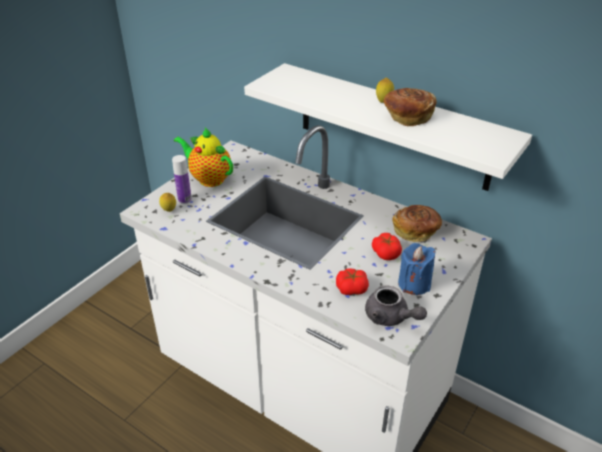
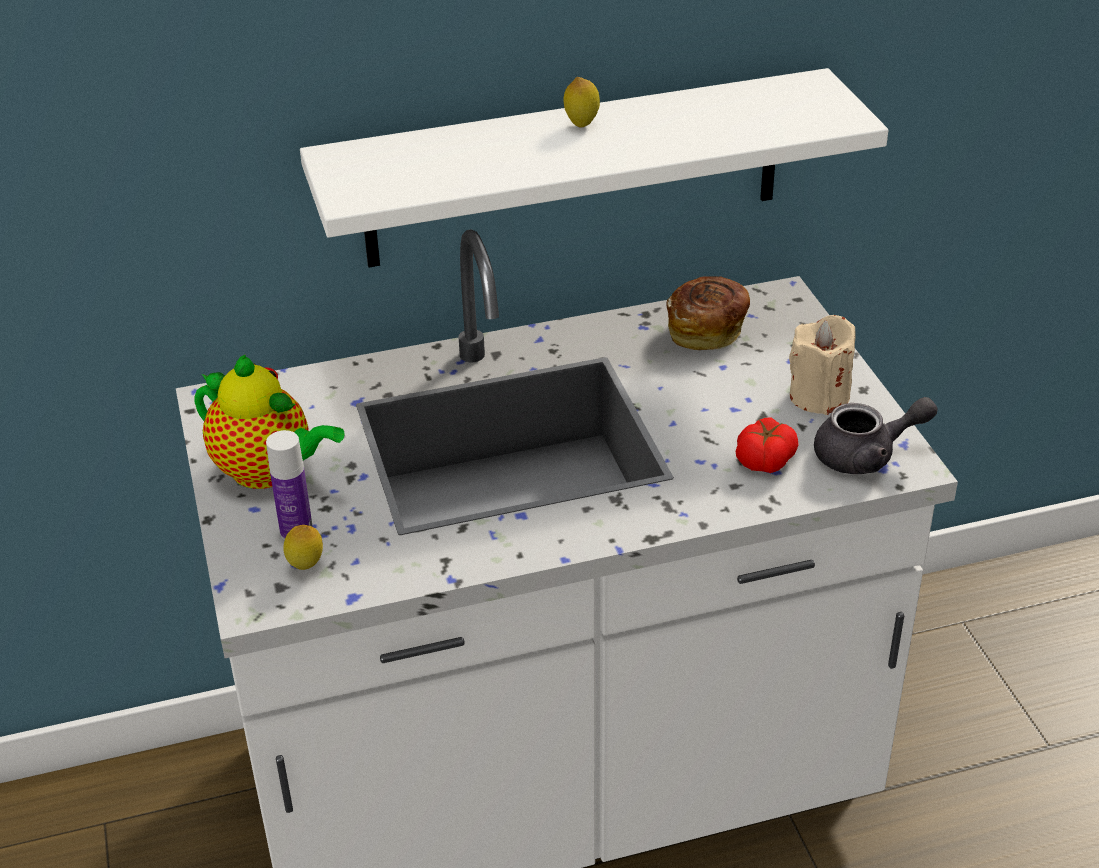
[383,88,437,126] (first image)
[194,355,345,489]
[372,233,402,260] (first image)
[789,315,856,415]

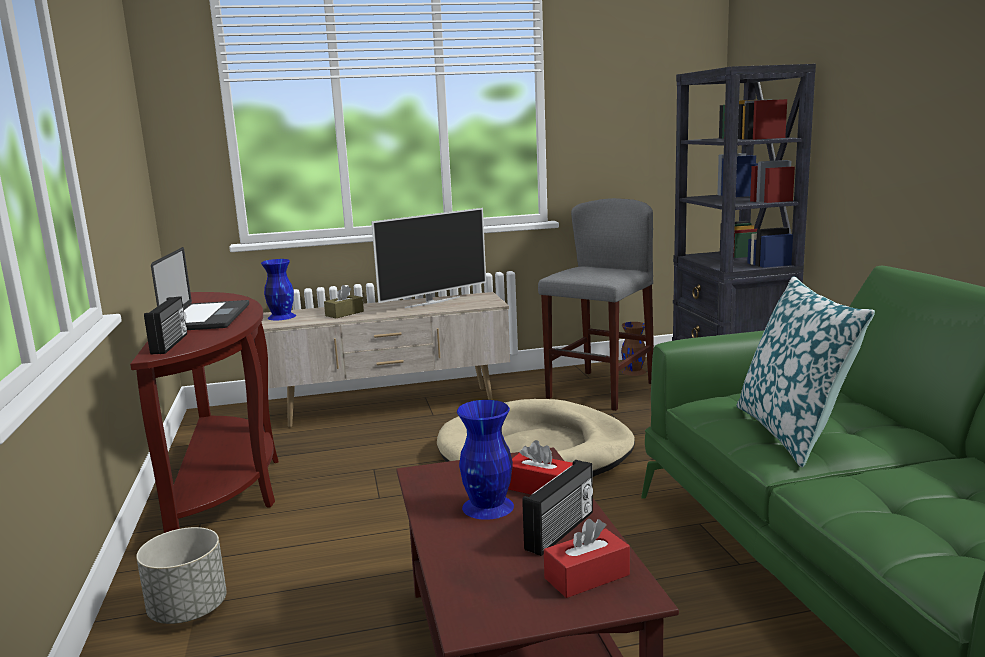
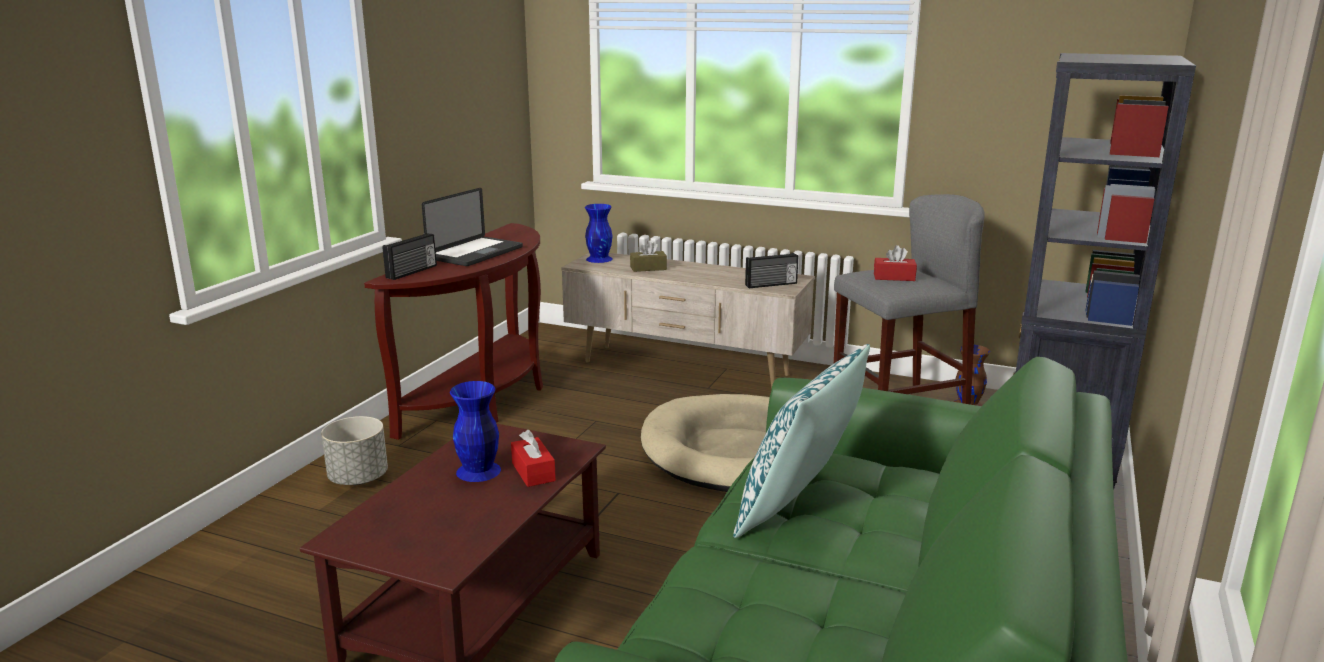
[371,208,486,308] (first image)
[745,253,798,288]
[874,245,917,281]

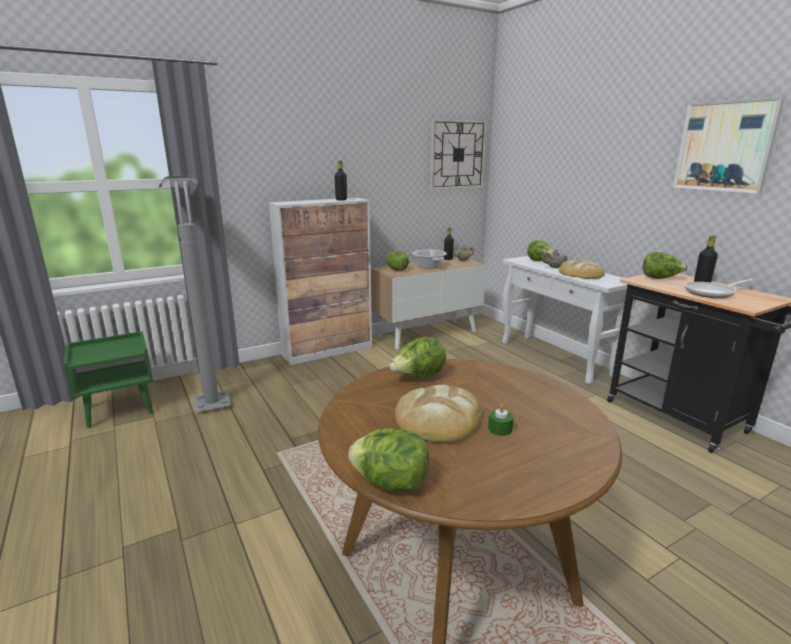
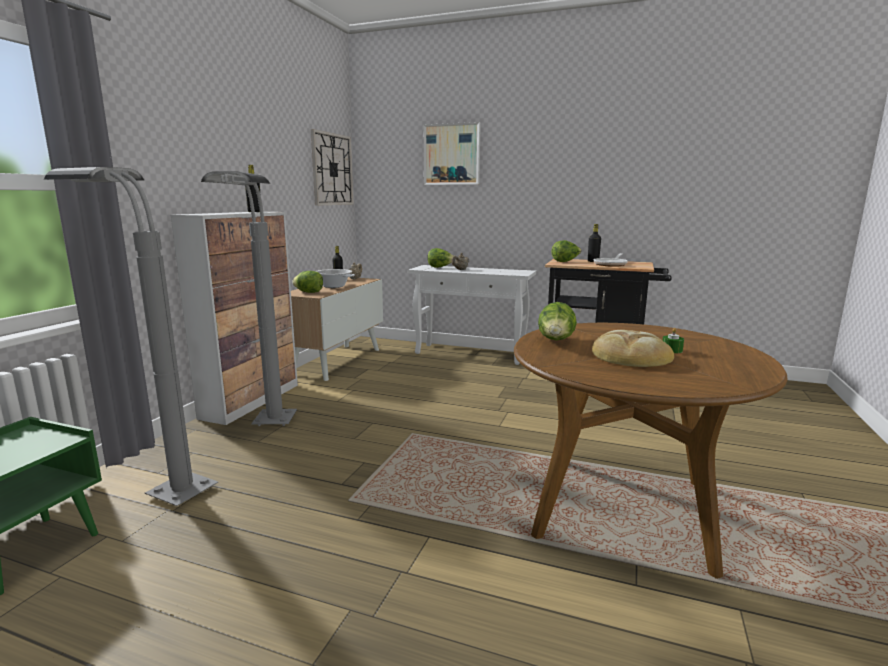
[424,122,481,185]
[559,260,605,279] (first image)
[348,428,429,491] (first image)
[201,171,297,426]

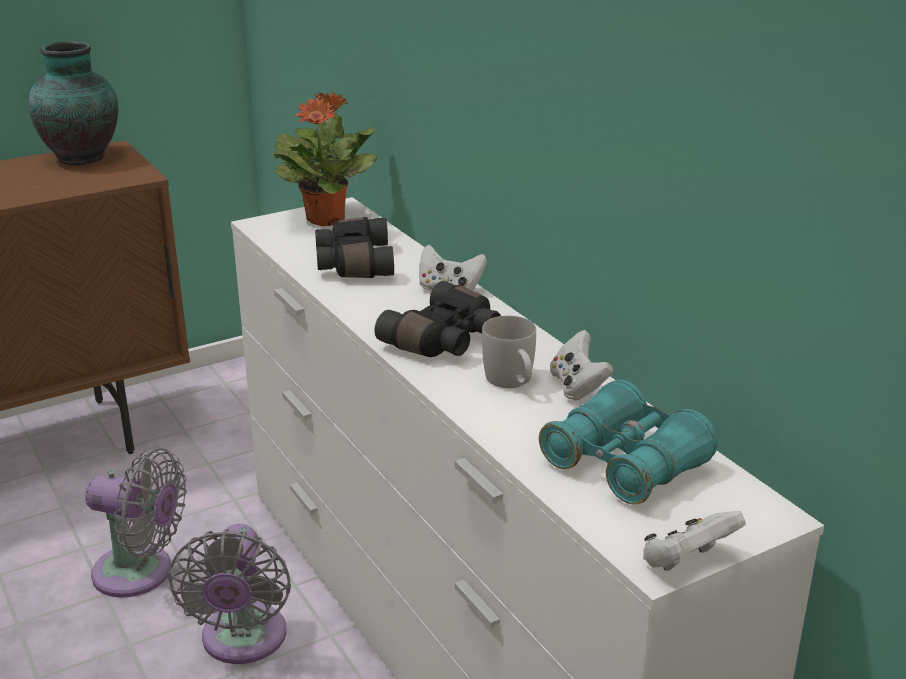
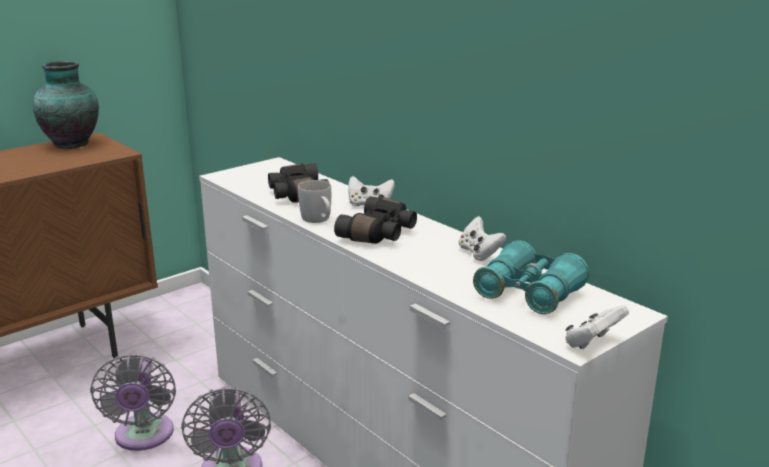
[271,92,377,226] (first image)
[298,180,331,223]
[90,353,176,451]

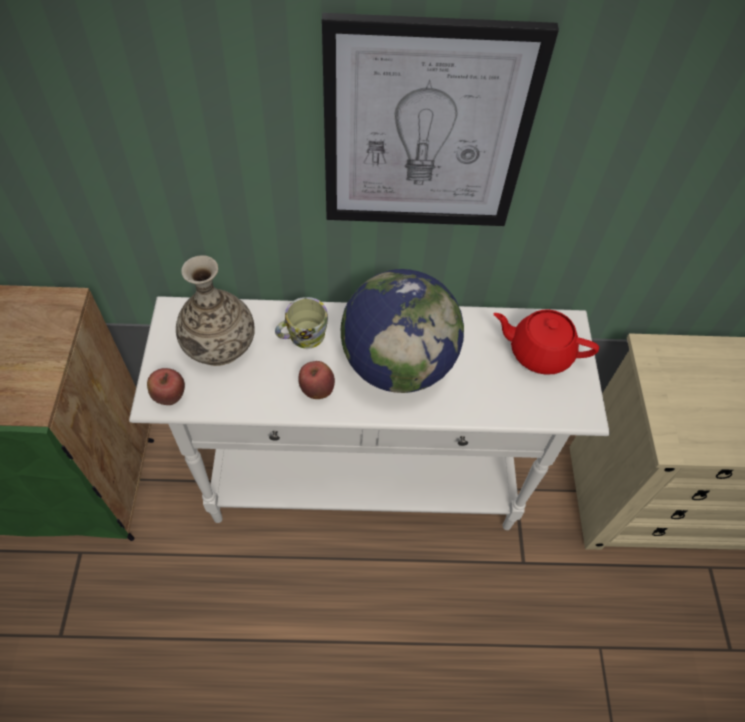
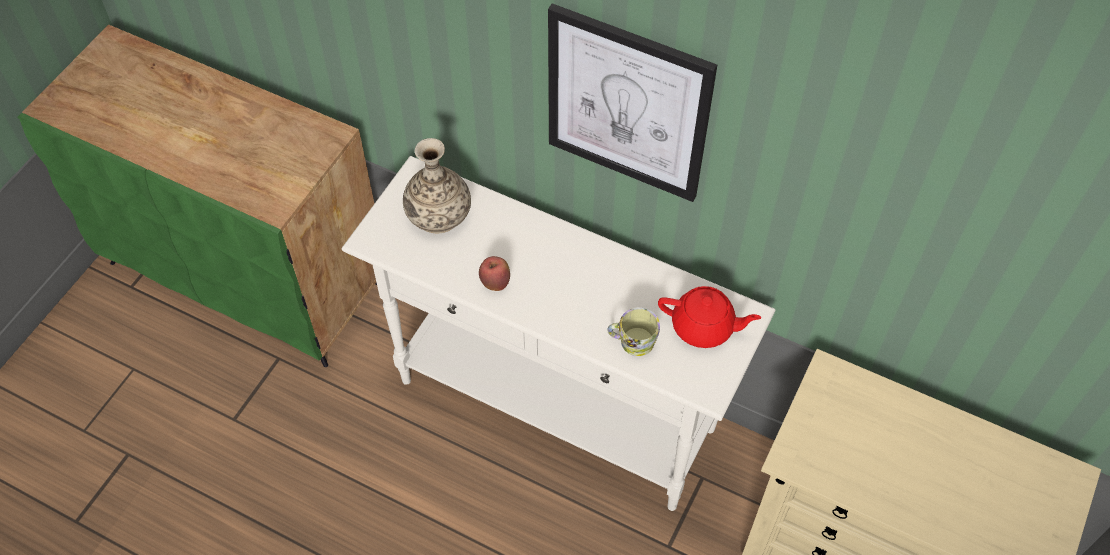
[341,269,464,393] (first image)
[607,307,660,356]
[658,286,761,348]
[147,368,185,405] (first image)

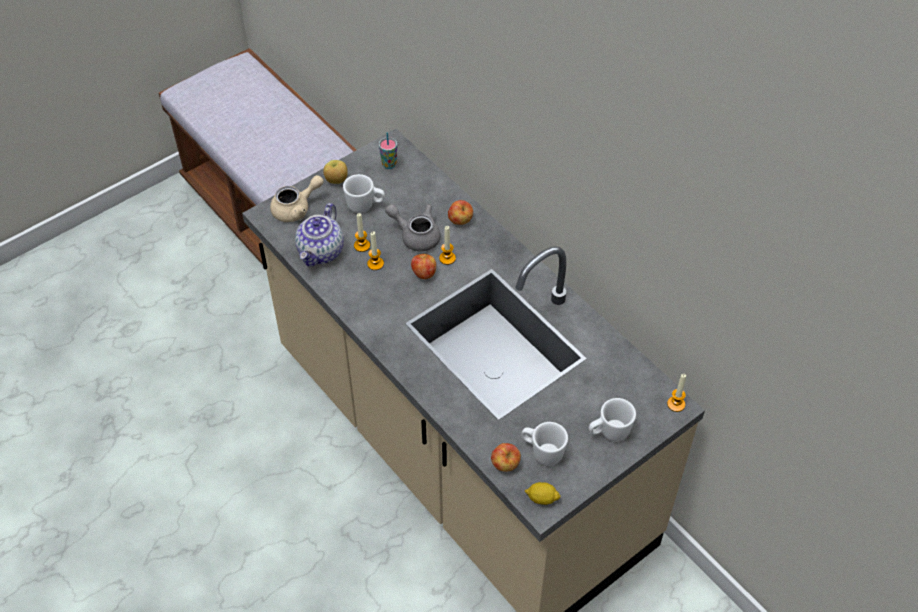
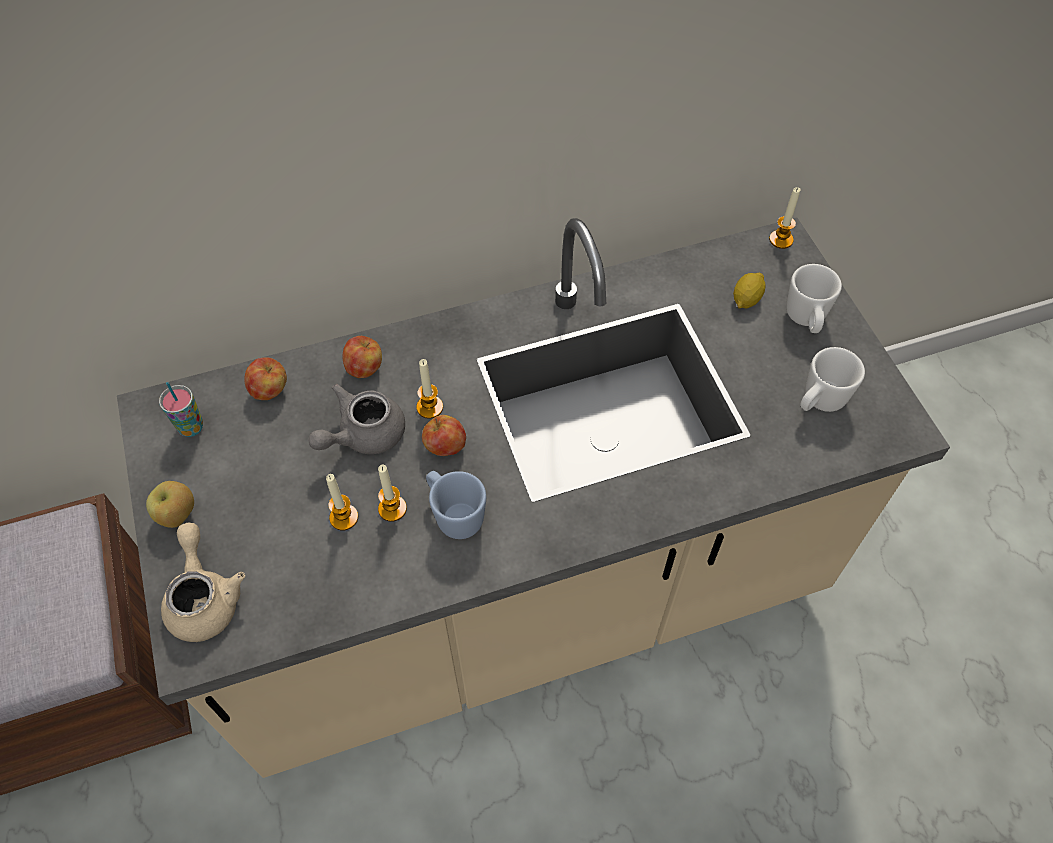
[343,174,385,213] (first image)
[295,203,344,266] (first image)
[244,357,287,400]
[733,273,766,308]
[426,471,486,539]

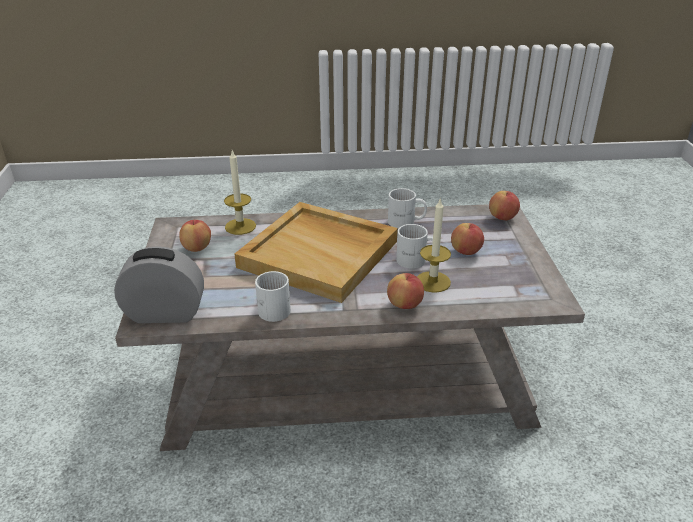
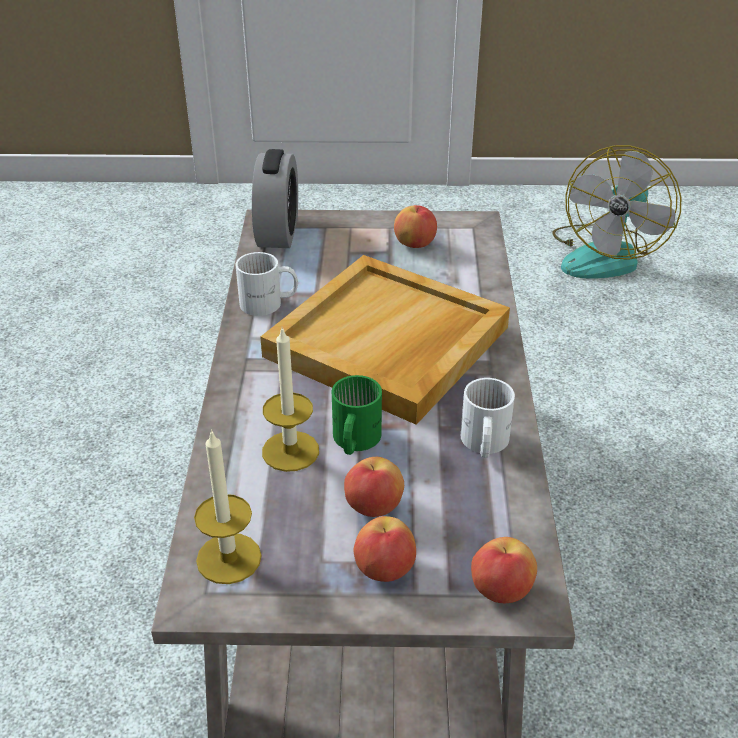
[194,429,262,584]
[332,375,382,455]
[354,516,416,582]
[552,145,681,279]

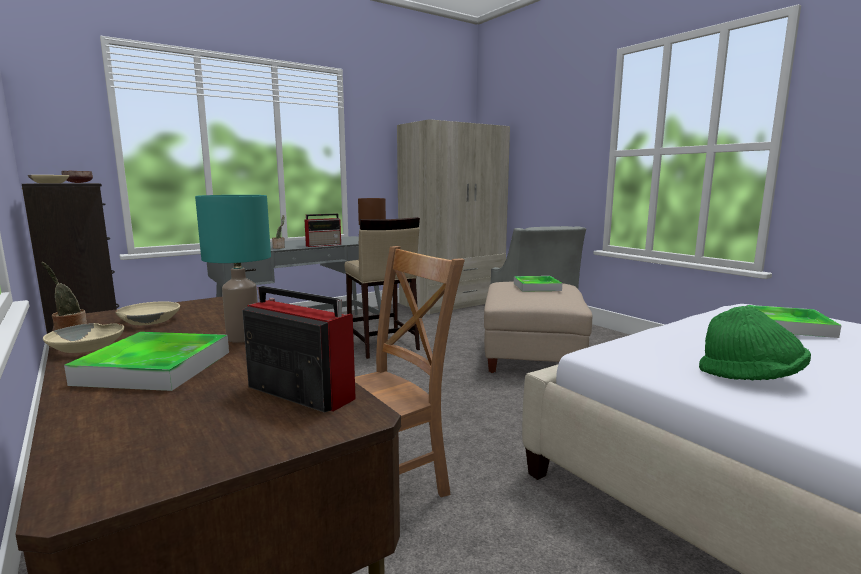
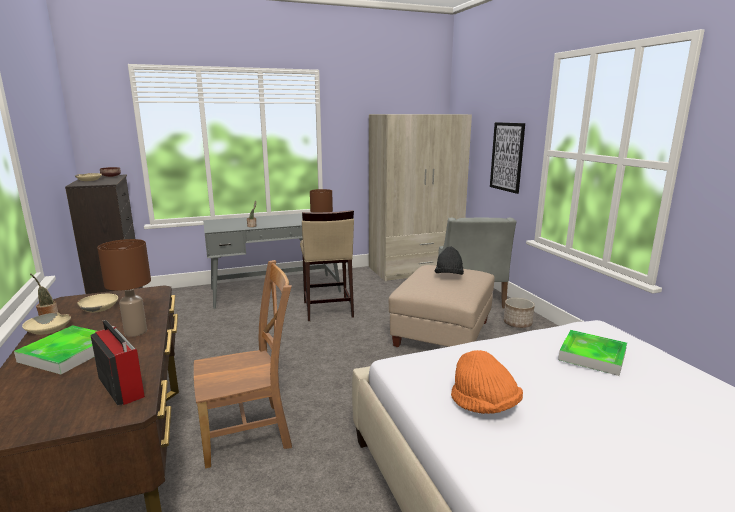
[97,239,151,337]
[304,213,341,247] (first image)
[435,246,464,275]
[451,350,523,414]
[490,122,525,194]
[504,298,535,328]

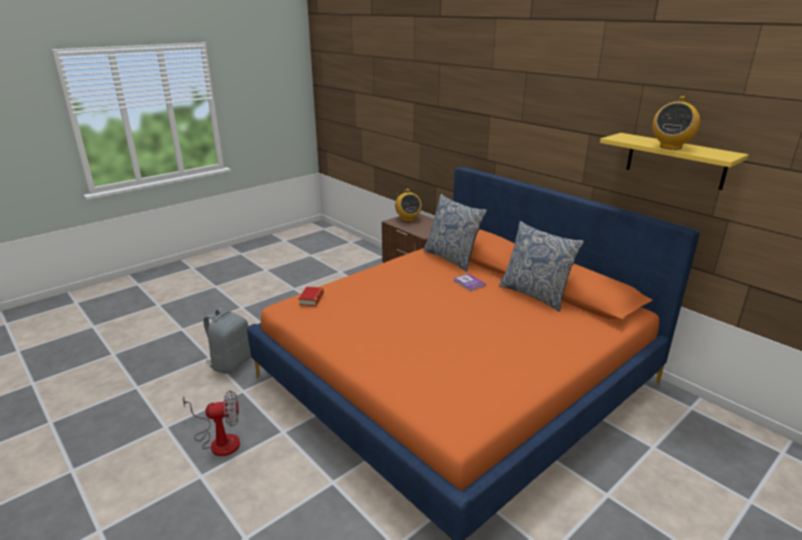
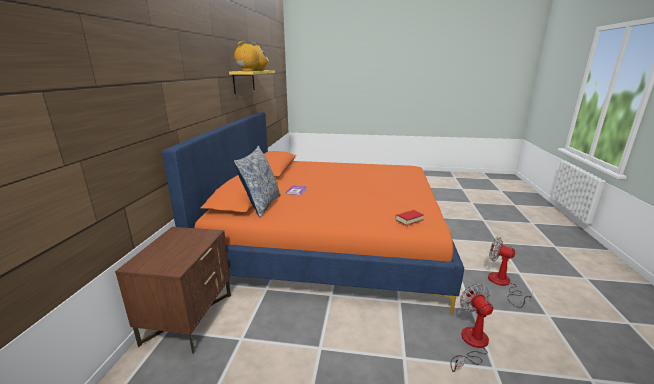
[234,41,259,71]
[499,221,584,312] (first image)
[450,284,493,372]

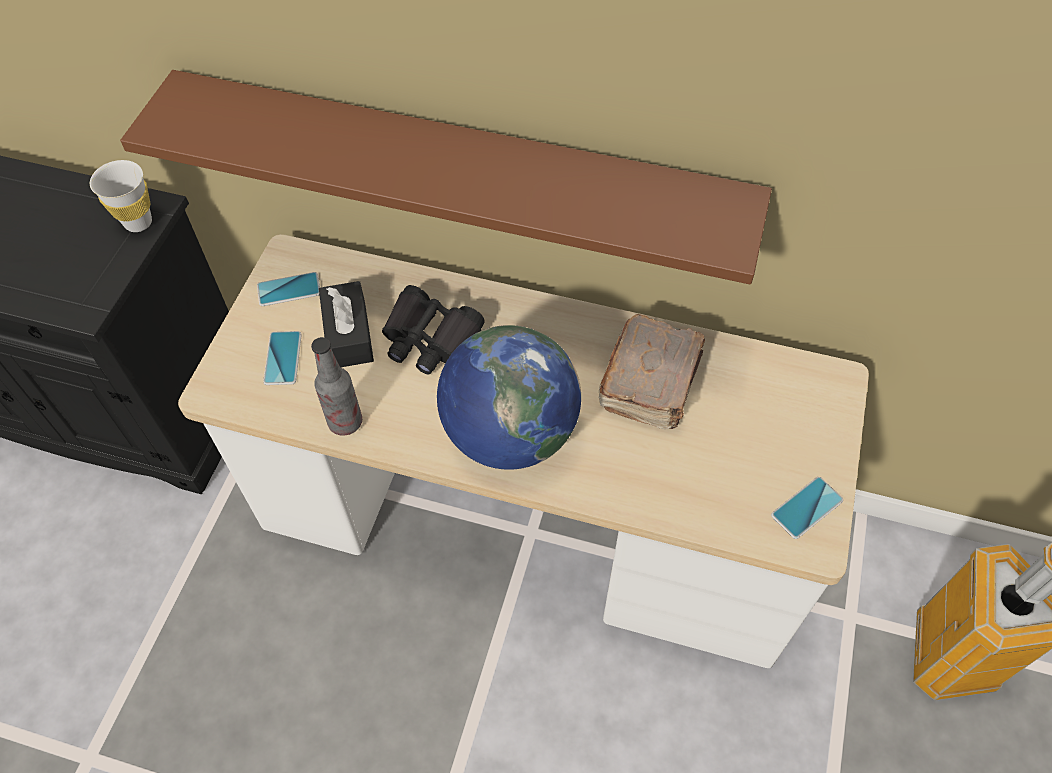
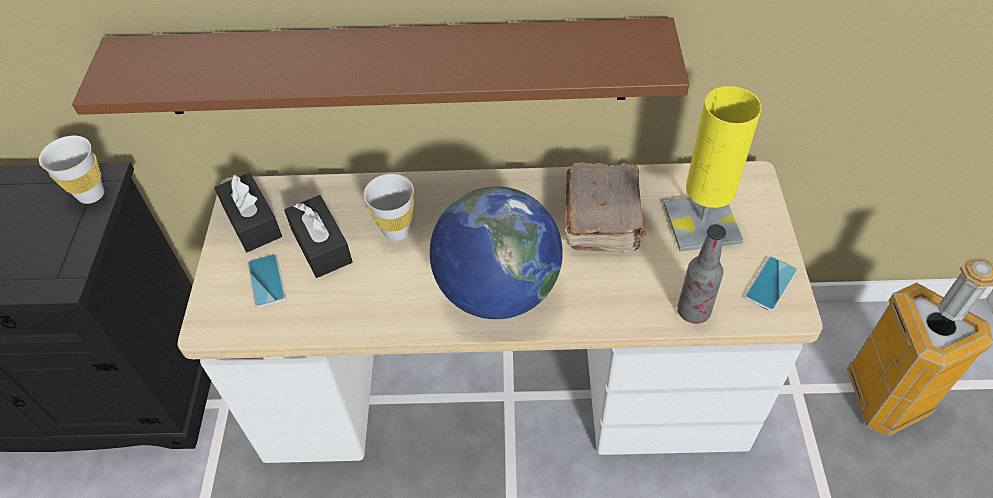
[214,173,282,252]
[364,174,414,241]
[677,224,726,324]
[663,86,762,252]

